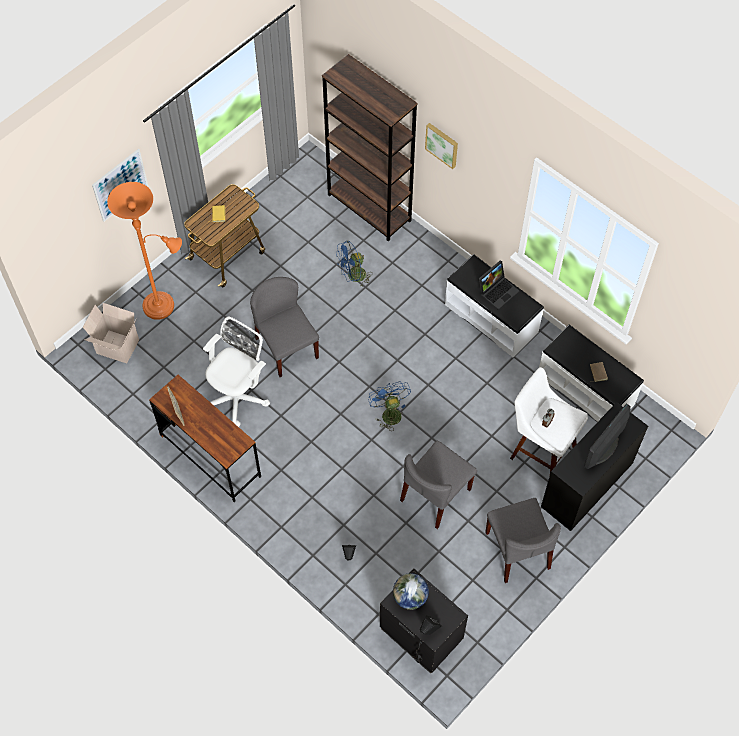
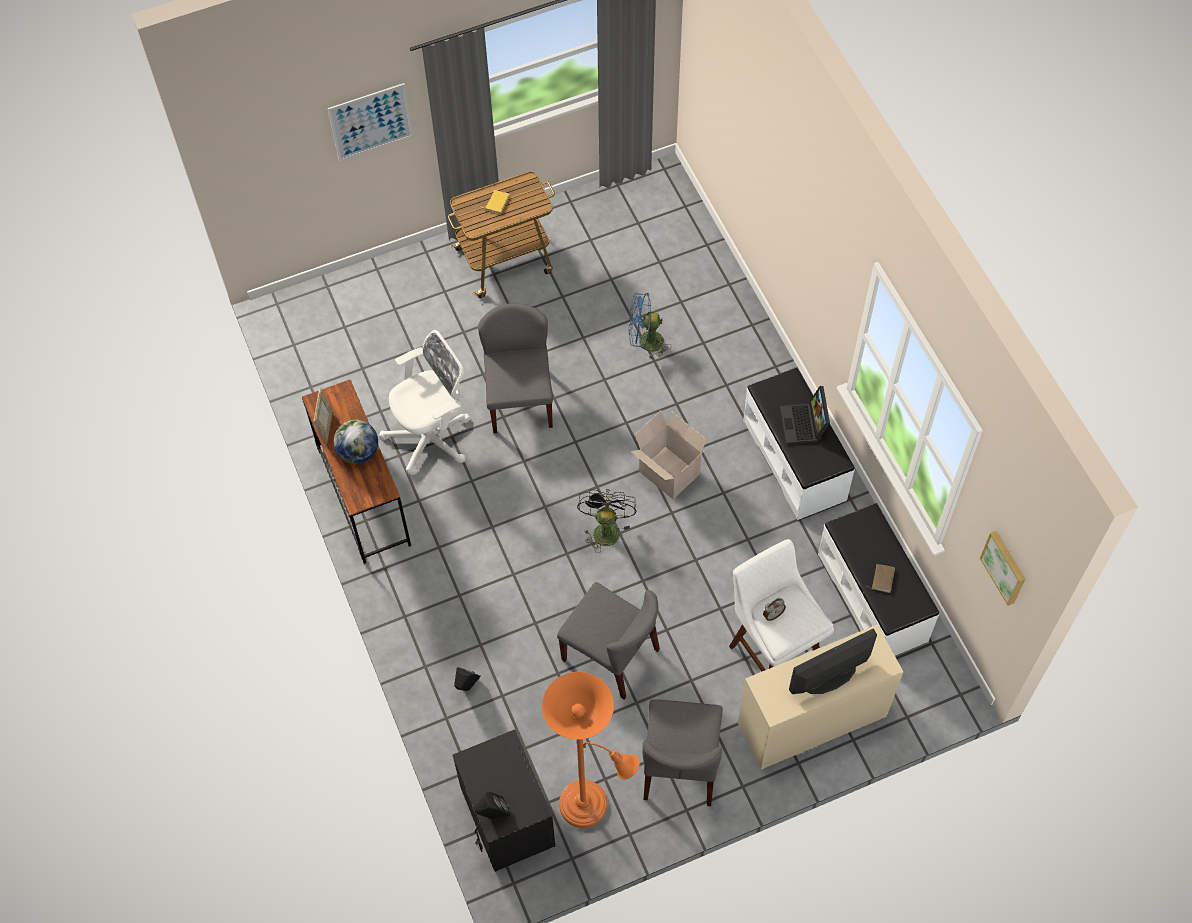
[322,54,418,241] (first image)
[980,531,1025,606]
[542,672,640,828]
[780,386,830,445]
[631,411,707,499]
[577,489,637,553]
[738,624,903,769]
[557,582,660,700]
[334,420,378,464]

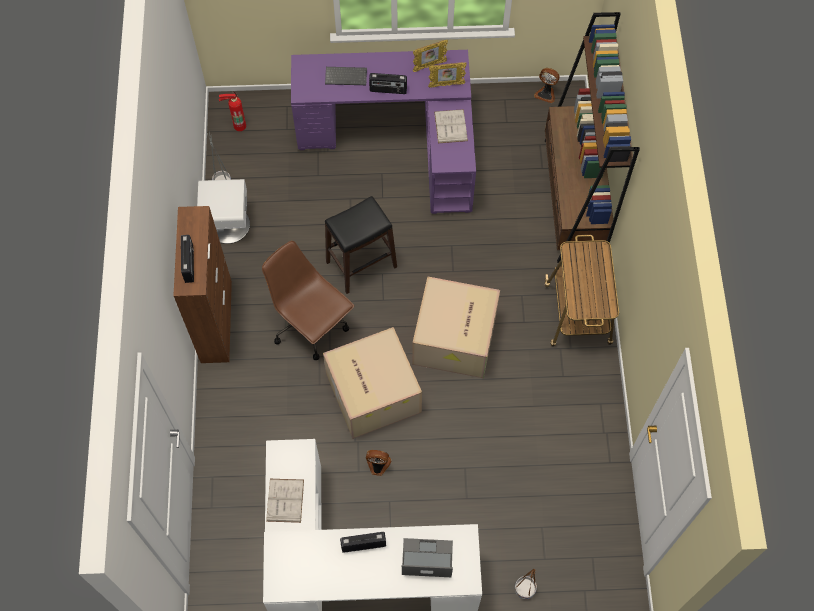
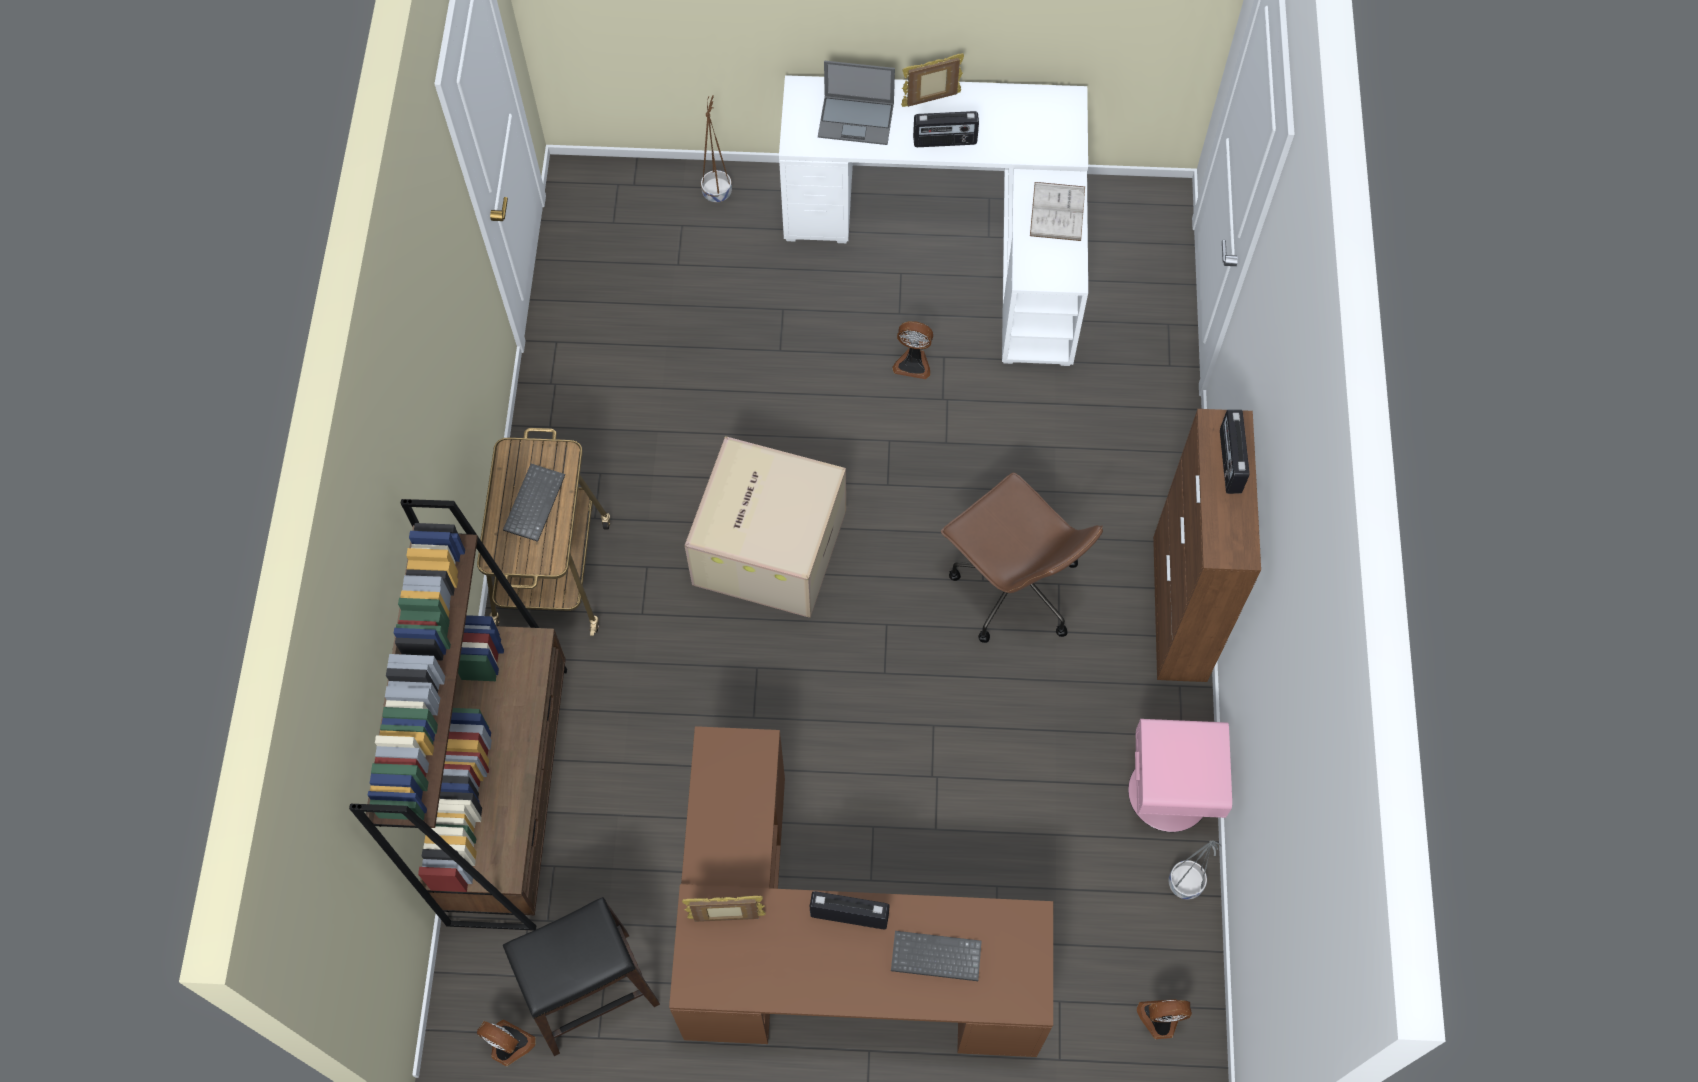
[901,53,964,107]
[669,726,1053,1057]
[1137,999,1192,1039]
[434,109,468,143] (first image)
[1128,719,1232,832]
[503,897,660,1056]
[323,327,422,439] (first image)
[503,464,565,542]

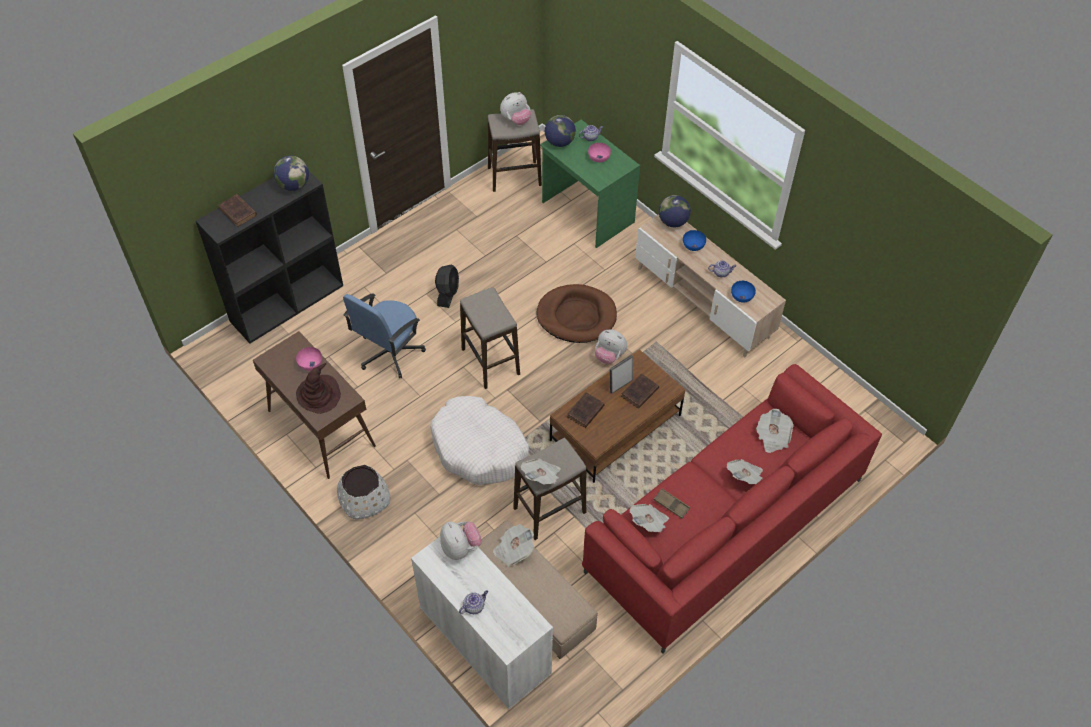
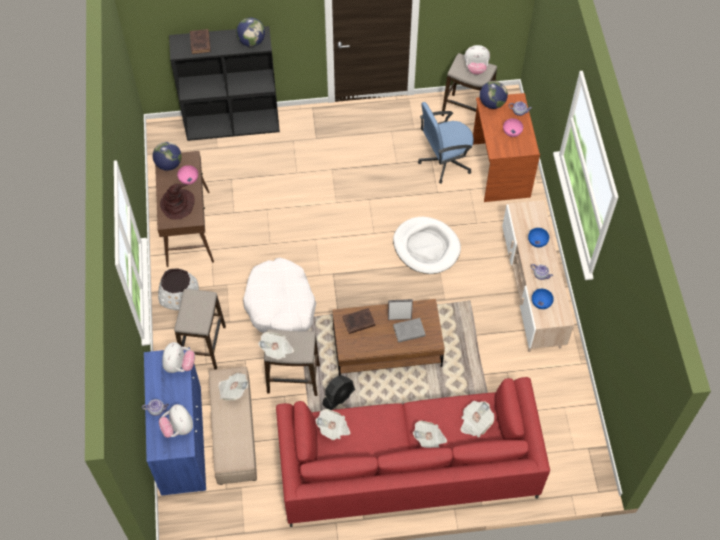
[473,93,540,202]
[153,142,182,171]
[322,375,355,410]
[393,217,461,274]
[174,289,226,370]
[418,102,474,184]
[159,404,193,438]
[393,318,426,343]
[654,488,690,519] (first image)
[144,347,206,496]

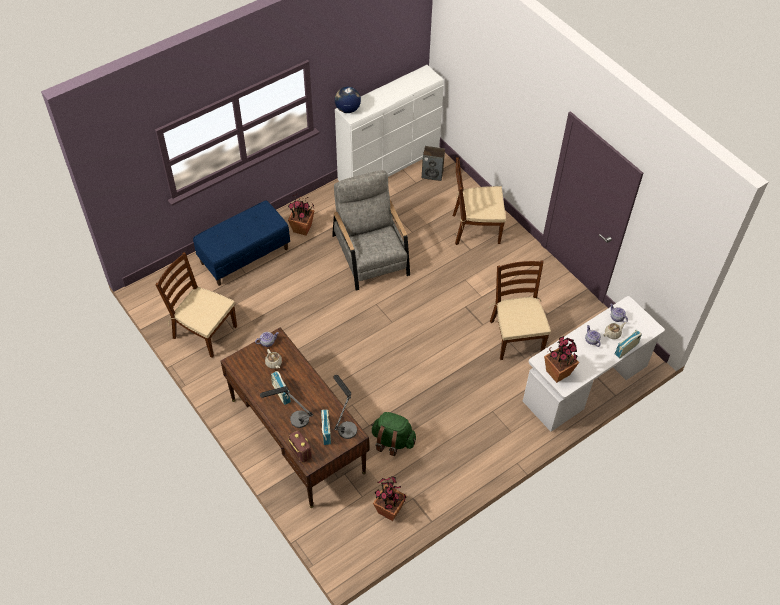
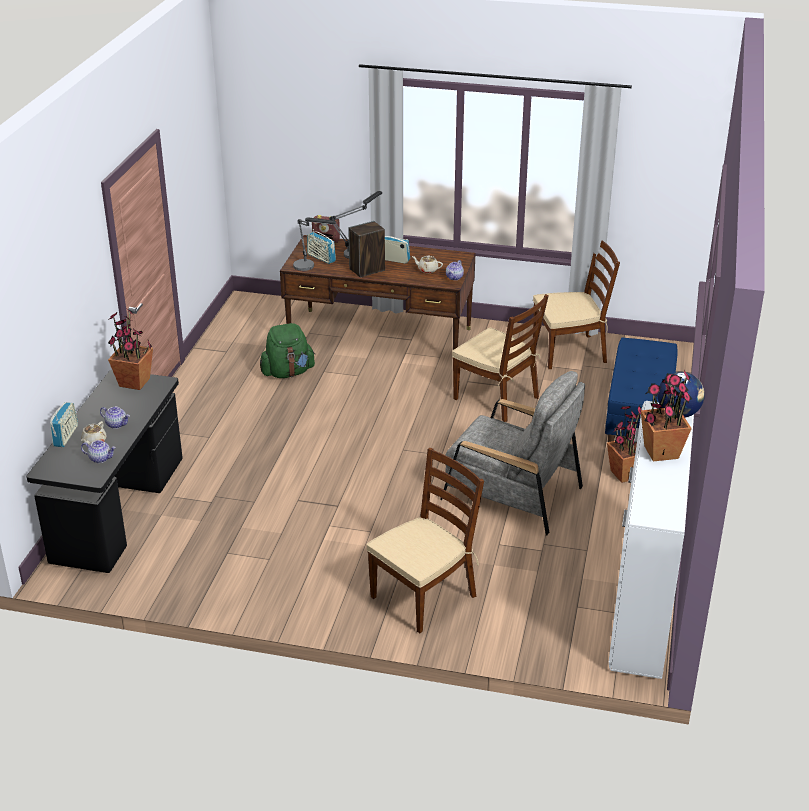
[348,221,385,277]
[452,294,549,422]
[26,370,183,573]
[641,370,693,462]

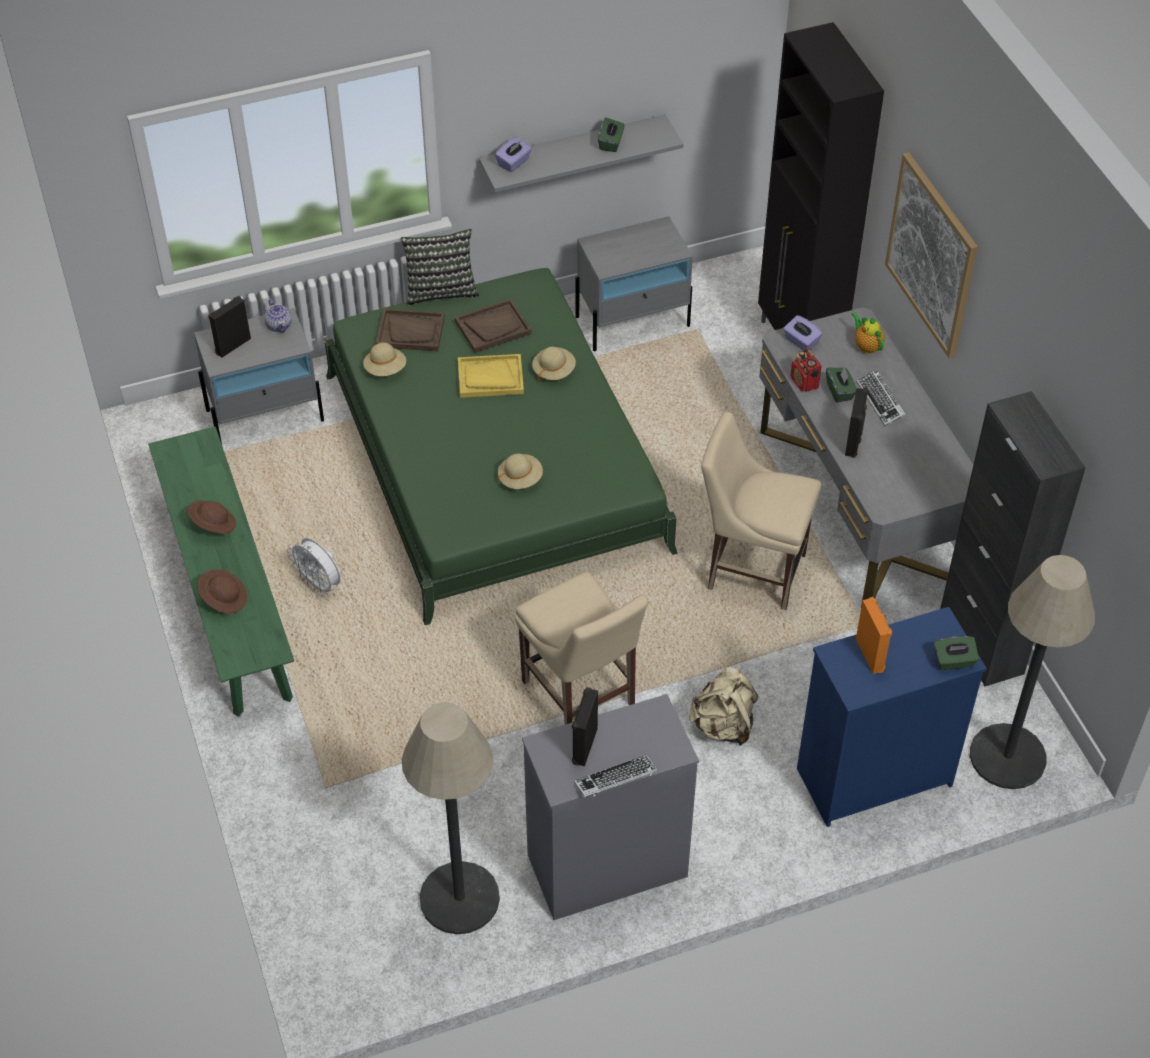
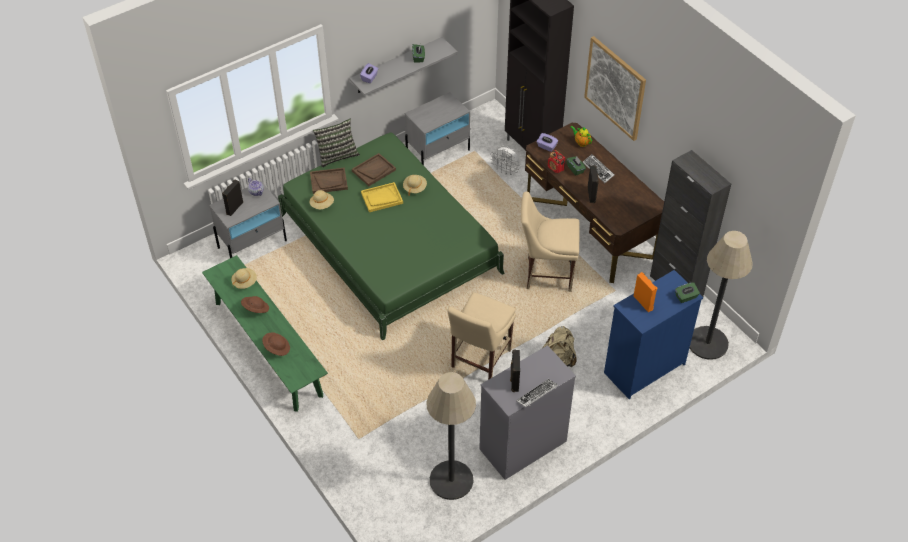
[525,123,664,283]
[231,268,257,289]
[490,146,521,175]
[447,292,516,380]

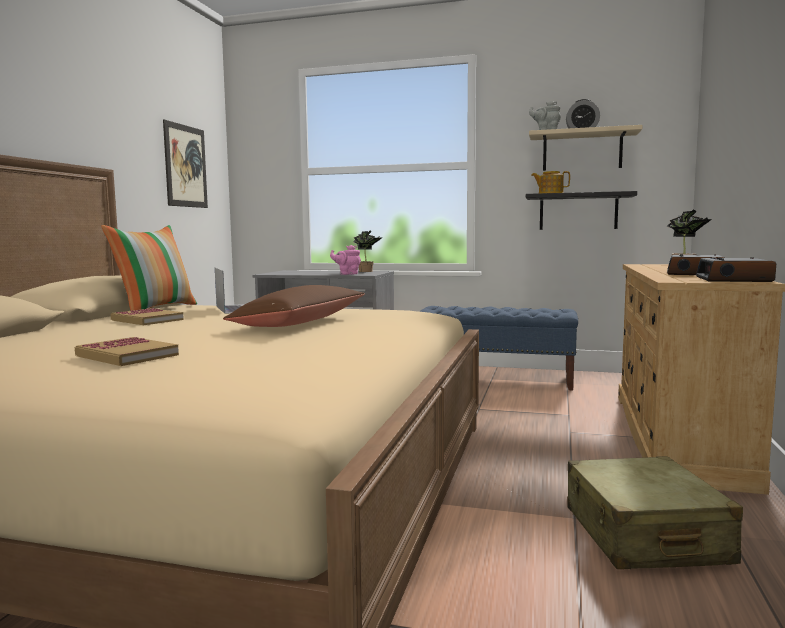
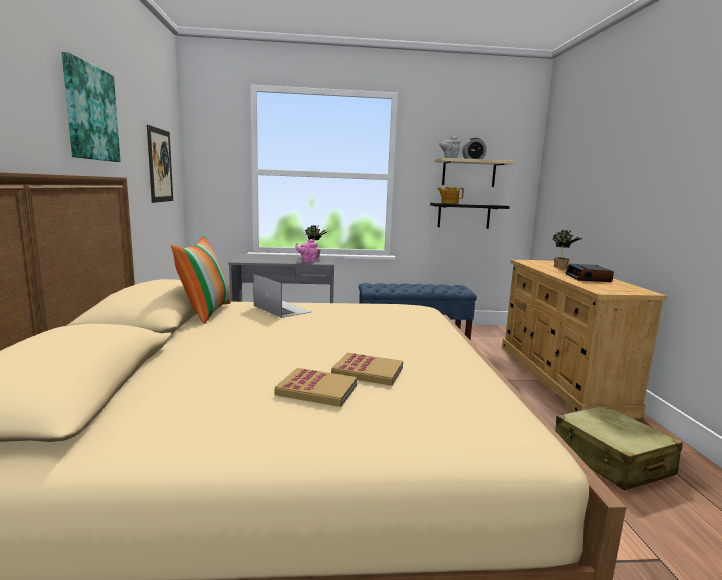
[696,257,776,282] (first image)
[223,285,365,327] (first image)
[331,353,403,386]
[62,52,121,162]

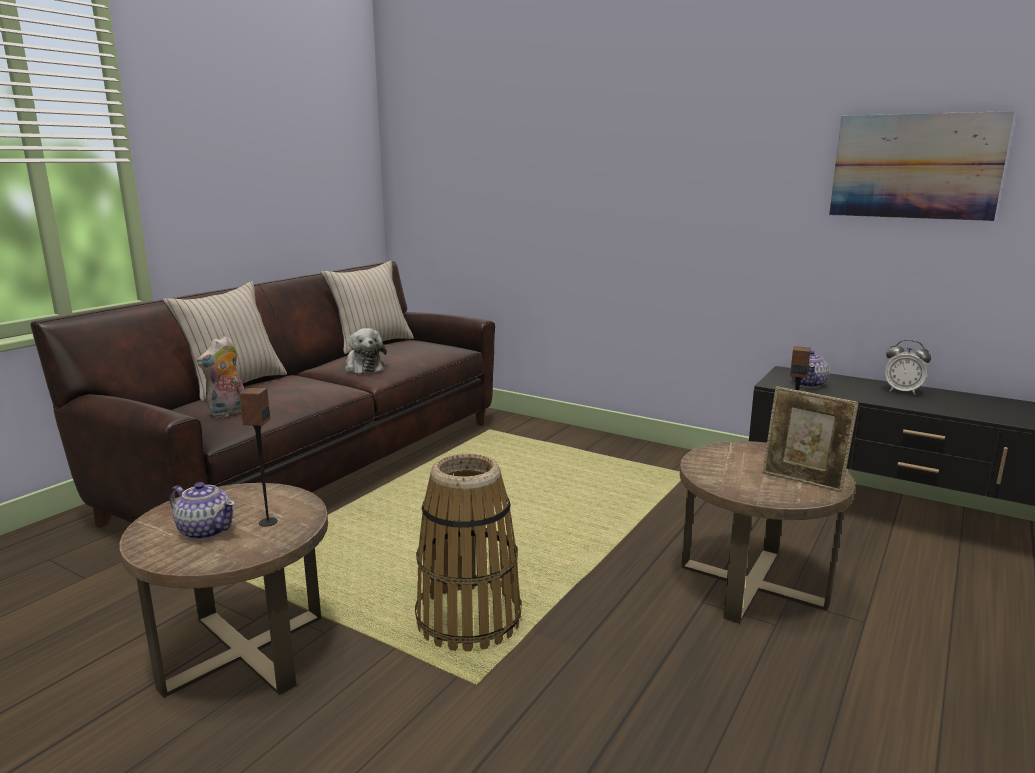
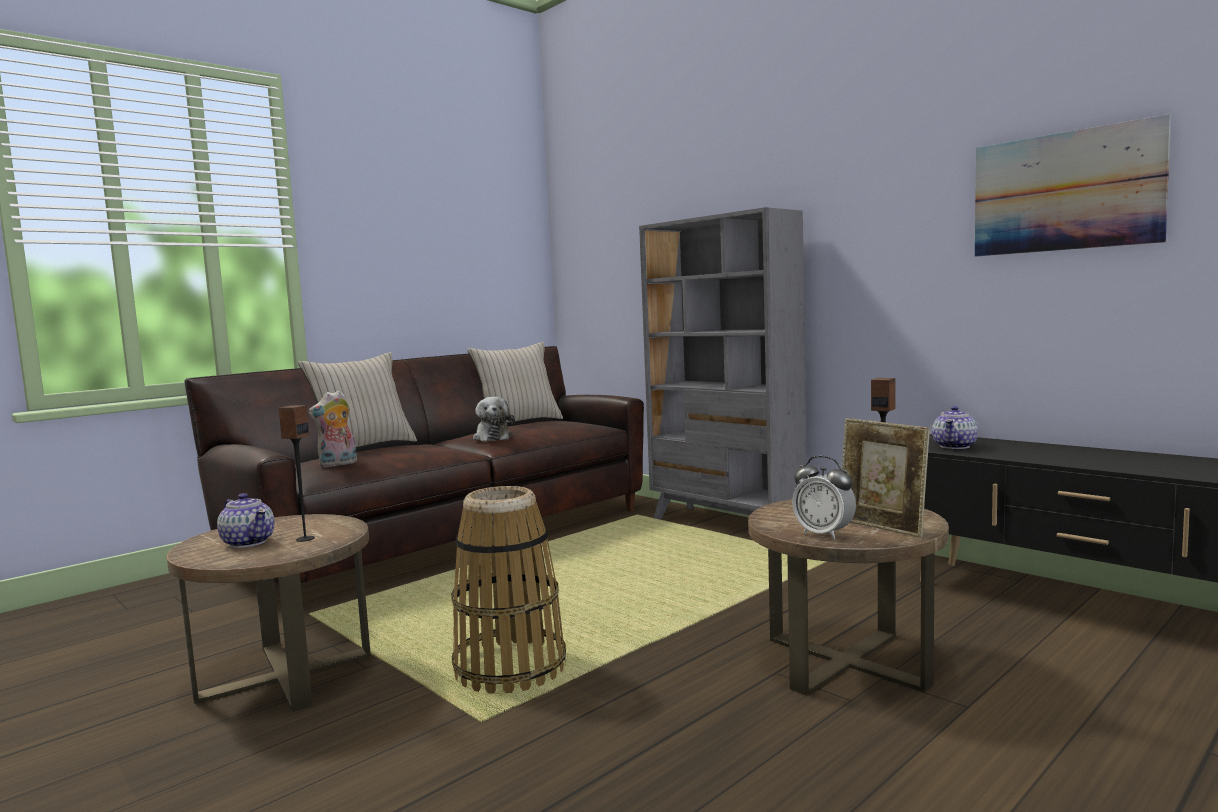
[792,456,856,540]
[639,207,806,519]

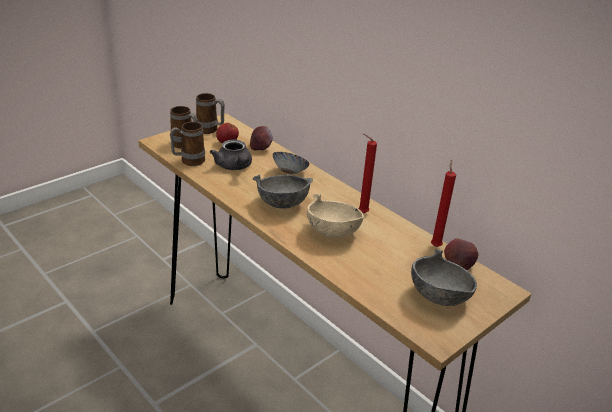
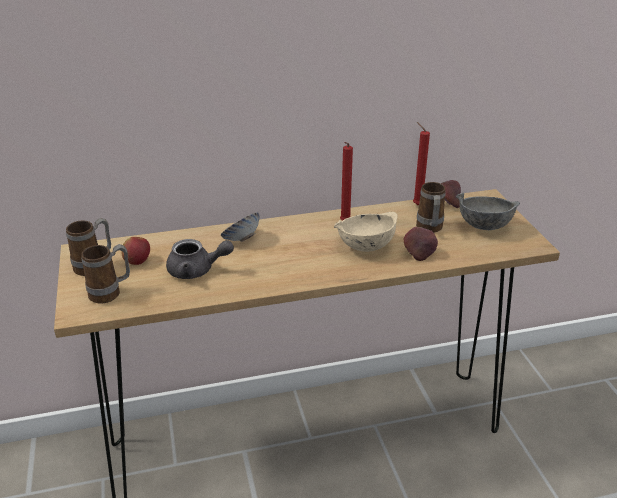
[416,182,446,233]
[403,227,438,261]
[253,174,313,209] (first image)

